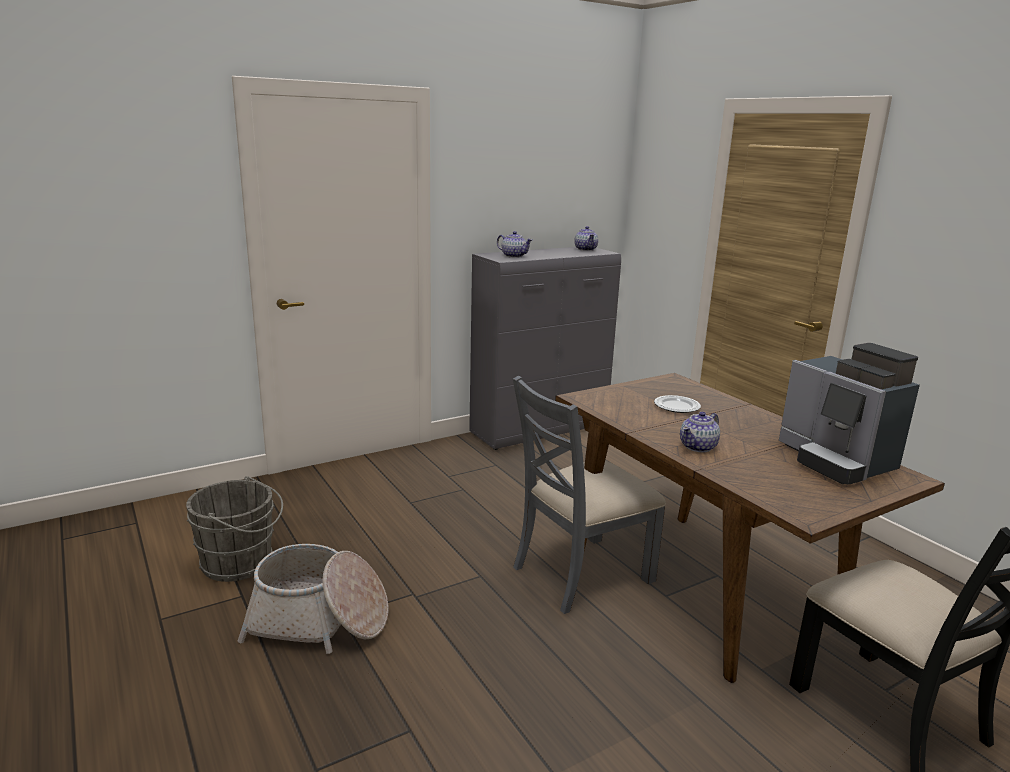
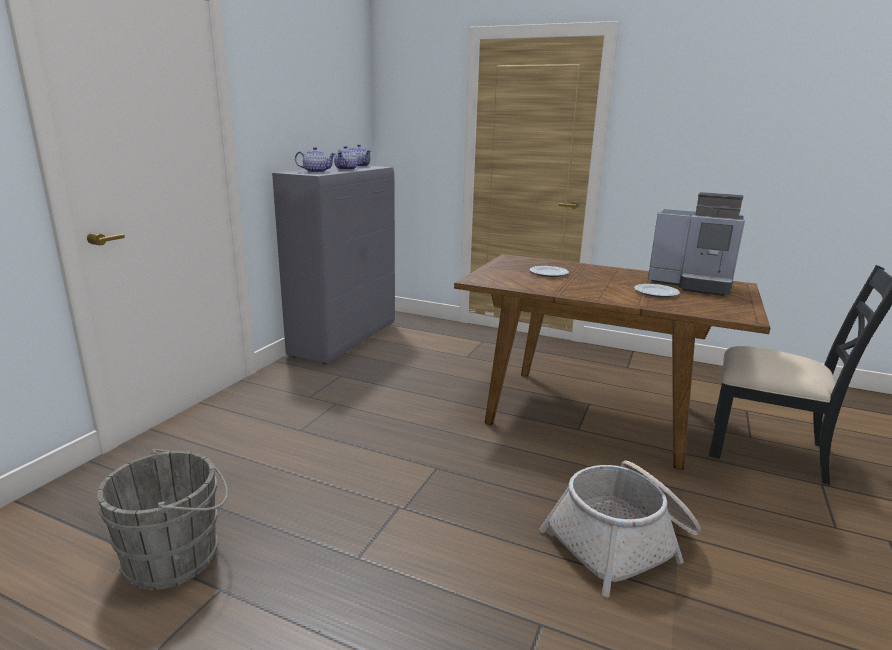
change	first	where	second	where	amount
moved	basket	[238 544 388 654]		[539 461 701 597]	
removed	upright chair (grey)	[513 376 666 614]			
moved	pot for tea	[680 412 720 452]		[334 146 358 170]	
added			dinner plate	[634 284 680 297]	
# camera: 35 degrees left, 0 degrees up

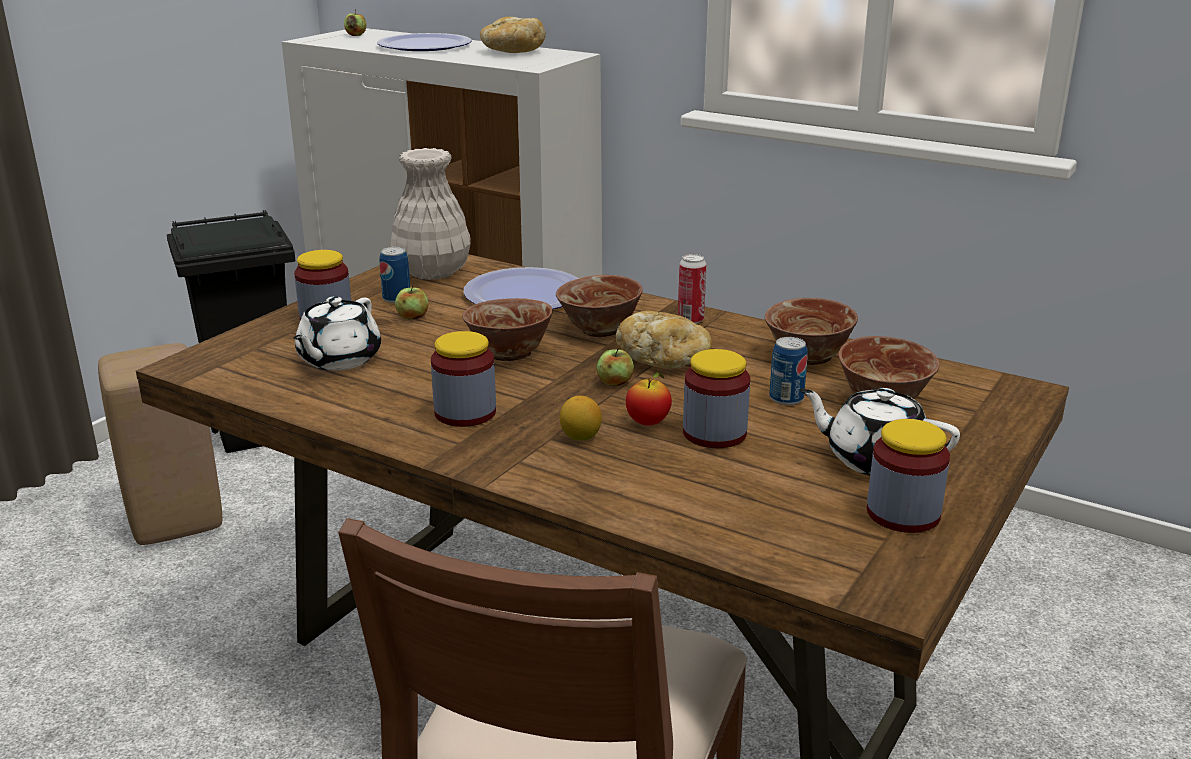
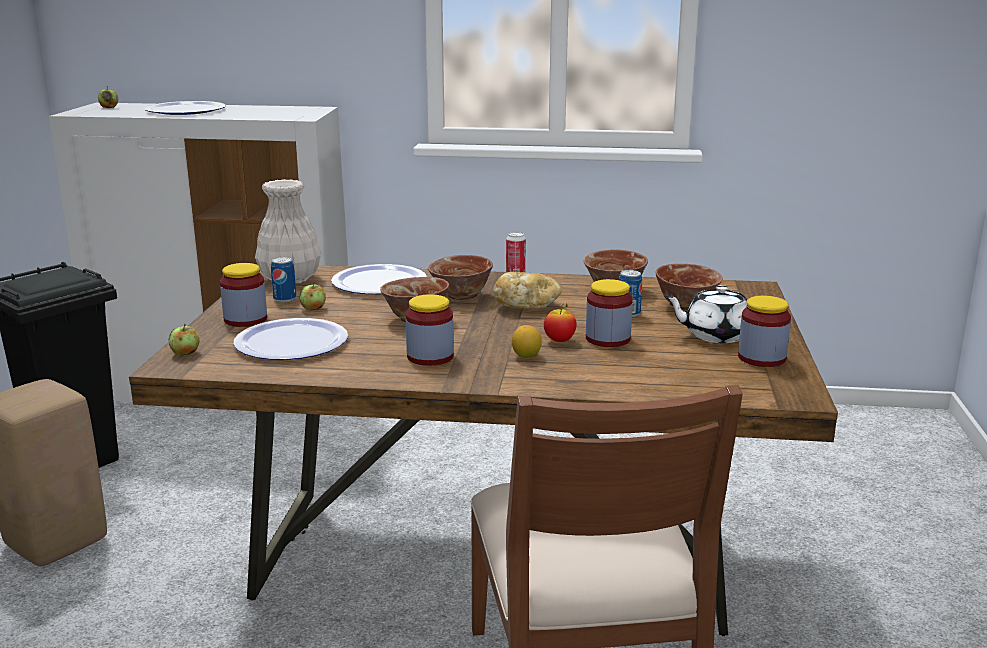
change	first	where	second	where	amount
replaced	pot for tea (white)	[293 296 381 371]	dinner plate	[234 318 348 360]	
removed	bread	[480 17 546 53]			
moved	whole apple	[596 347 634 386]		[169 324 199 355]	
# camera: 25 degrees left, 5 degrees down

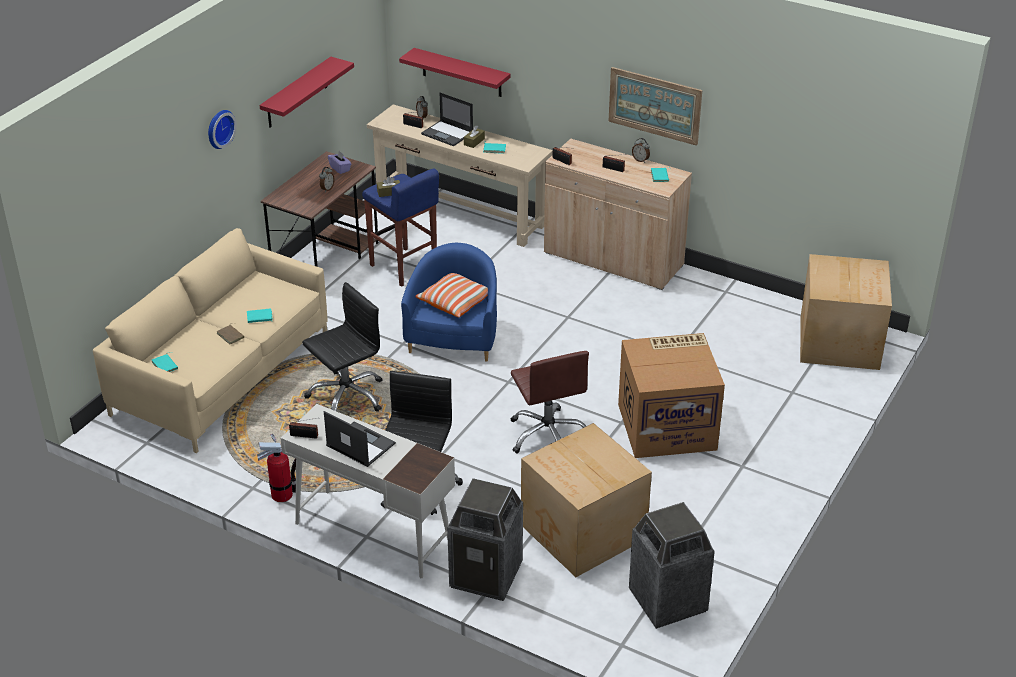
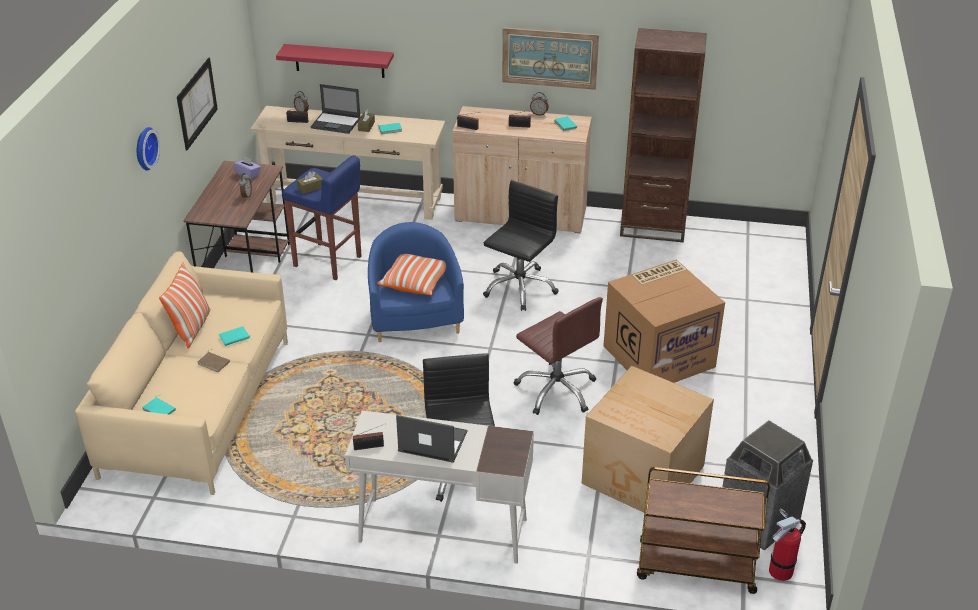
change	first	where	second	where	amount
moved	fire-fighting cylinder	[257 434 296 502]		[769 508 806 581]	
replaced	shelf (red-coloured)	[259 57 354 128]	wall art	[177 58 218 151]	
moved	computer chair (black)	[302 282 383 412]		[483 180 559 311]	
removed	rubbish bin	[447 478 523 601]			
removed	carton	[800 254 892 370]			
added			throw pillow	[159 263 211 348]	
added			shelving unit (brownish)	[620 28 707 242]	
added			trolley (brownish)	[637 467 770 594]	
# camera: 20 degrees left, 0 degrees up

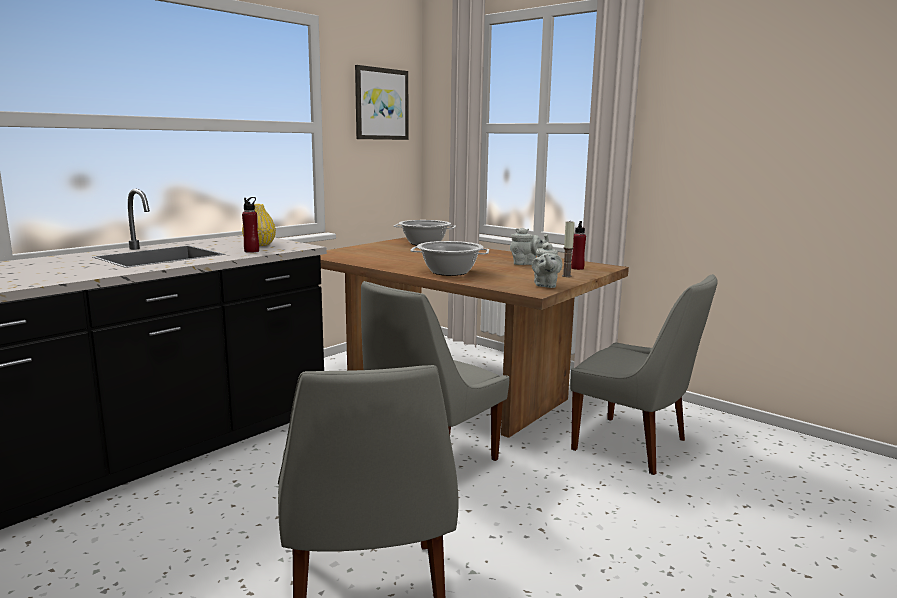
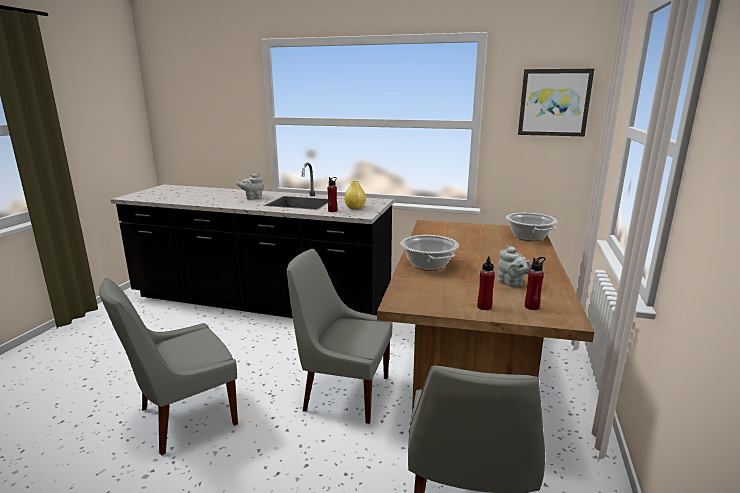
change	first	where	second	where	amount
moved	pot for tea (grey)	[532 242 562 288]		[237 173 264 200]	
replaced	candle	[562 221 575 277]	bottle (red-coloured)	[477 256 495 310]	
# camera: 65 degrees right, 5 degrees up

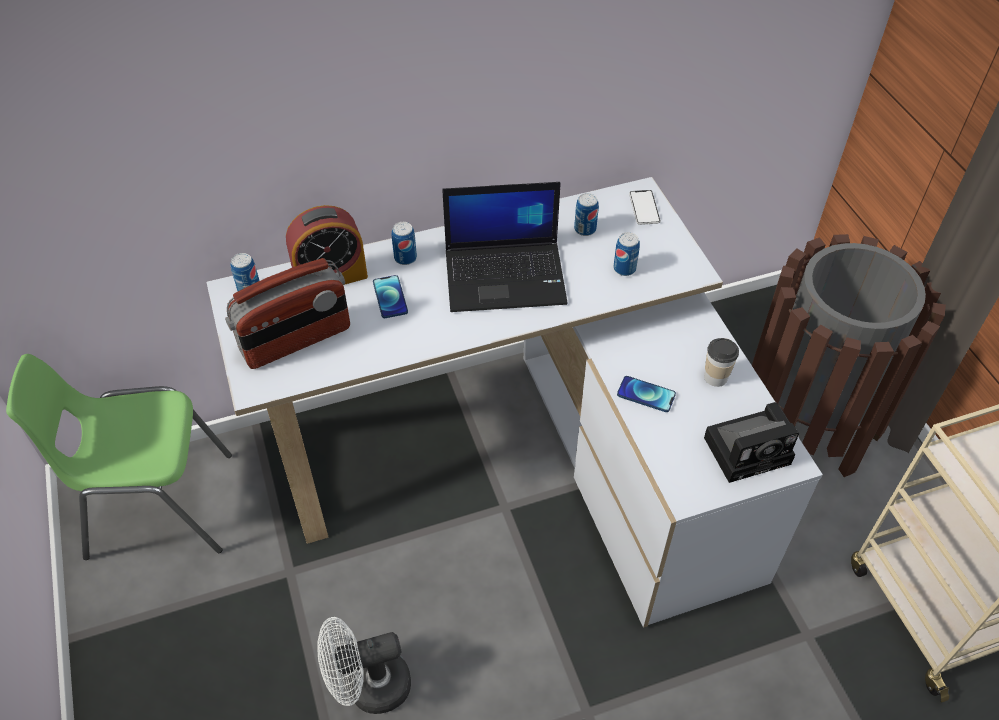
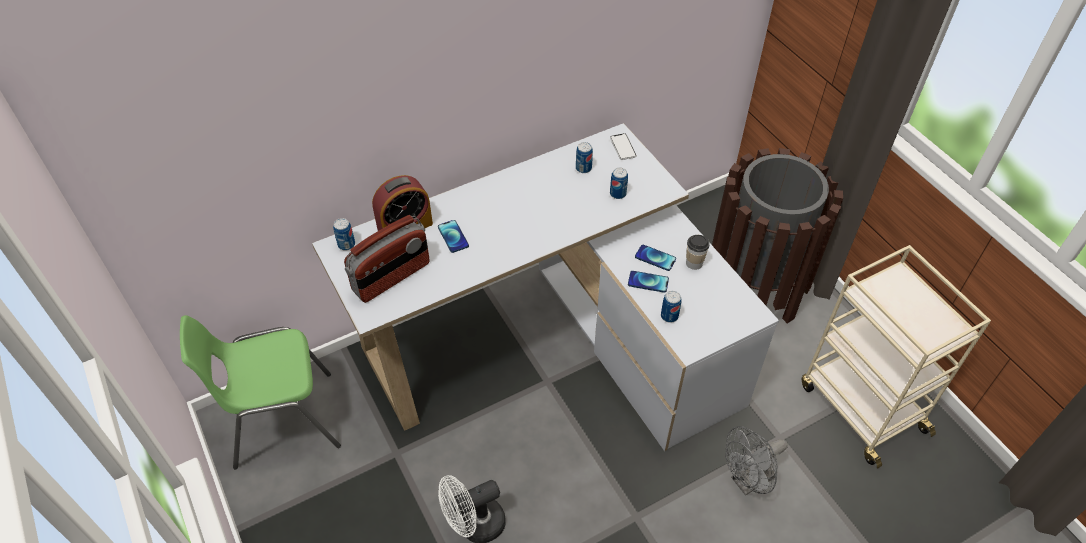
change	first	where	second	where	amount
moved	sealed can	[392 222 417 265]		[661 291 682 323]	
removed	portable computer	[442 182 568 312]			
removed	still camera	[704 402 799 483]			
added			telephone	[635 245 676 271]	
added			fan (grey)	[725 426 788 496]	
# camera: 10 degrees left, 0 degrees up

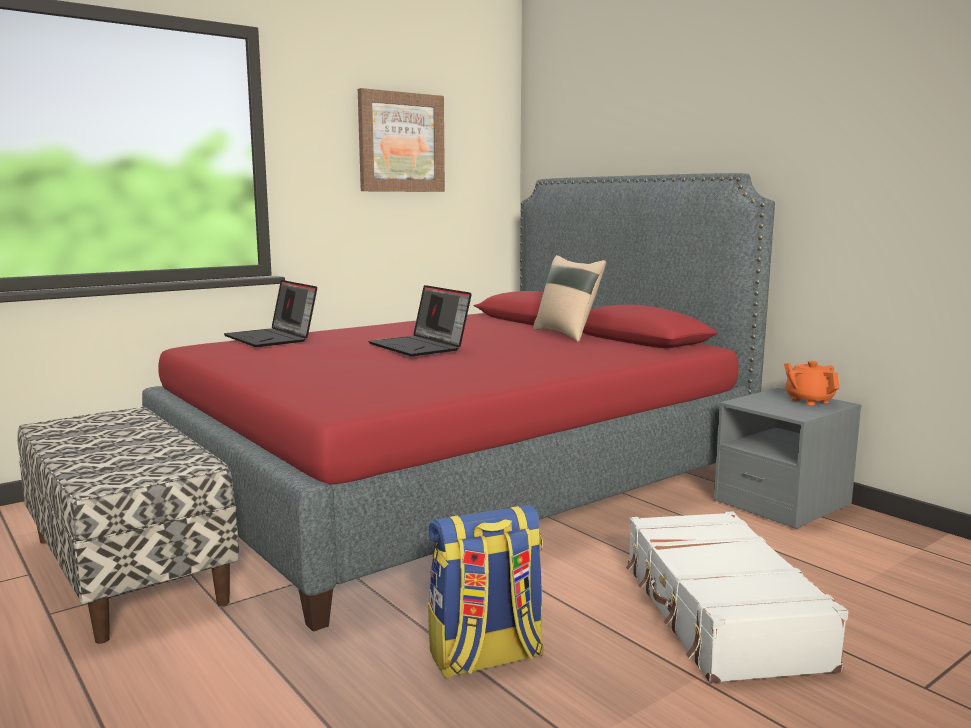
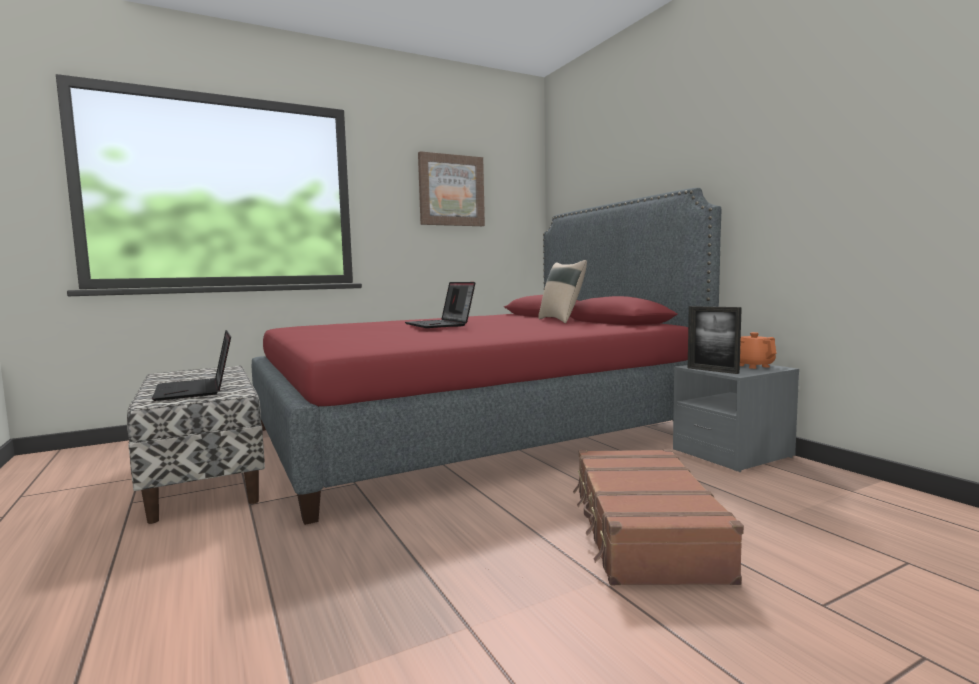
change	first	where	second	where	amount
moved	portable computer	[224 280 317 347]		[152 330 231 401]	
removed	backpack	[428 505 544 679]			
recoloured	travel case (white)	[626 511 848 683]	travel case (brownish)	[573 449 744 585]	
added			photo frame	[688 306 742 374]	
# camera: 10 degrees right, 5 degrees down

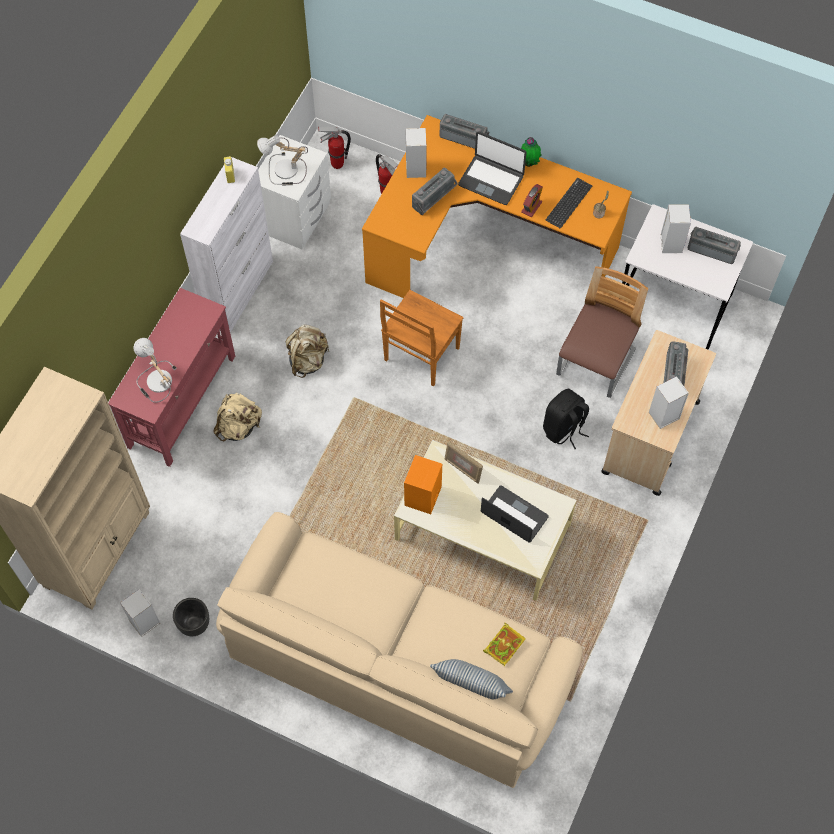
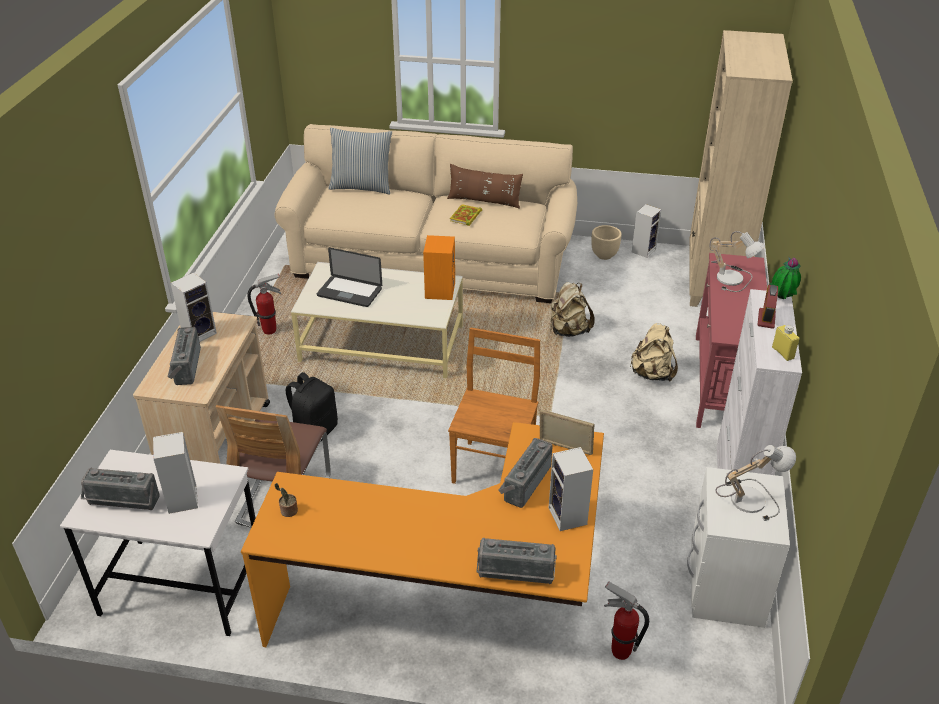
change	first	where	second	where	amount
recoloured	planter (black)	[173 598 209 636]	planter (sand-coloured)	[591 225 622 260]	
moved	backpack (sand-coloured)	[286 325 330 378]		[550 282 595 337]	
moved	fire-fighting cylinder	[318 127 351 169]		[247 273 281 334]	
moved	photo frame	[444 441 483 484]		[540 409 595 455]	
removed	portable computer	[458 131 527 205]			
moved	book	[483 623 526 666]		[450 204 482 226]	
moved	potted plant	[521 137 542 167]		[769 256 801 299]	
moved	alarm clock	[521 184 543 217]		[758 285 778 329]	
removed	computer keyboard	[546 178 592 229]			
added			throw pillow (brownish)	[447 164 523 209]	
# camera: 165 degrees right, 25 degrees down

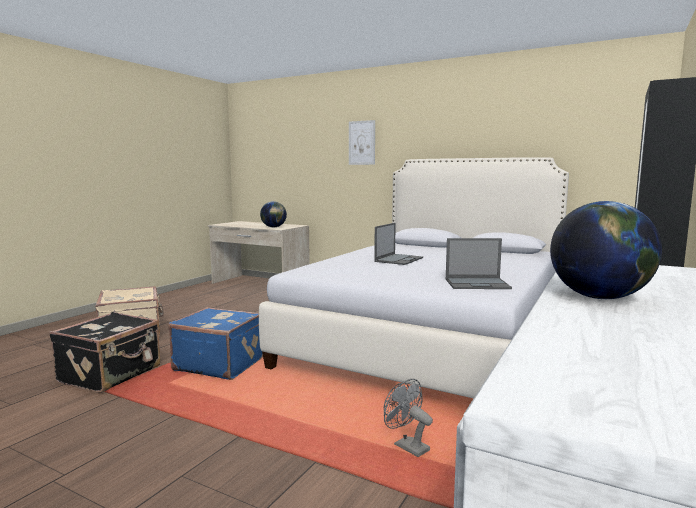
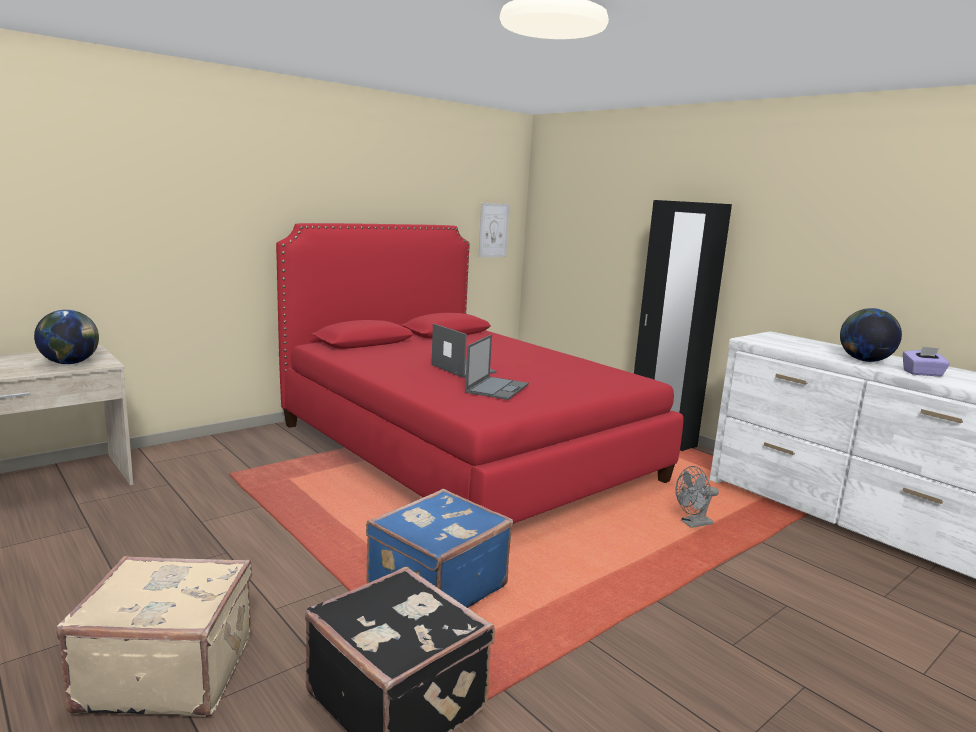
change	first	where	second	where	amount
recoloured	bed (white)	[259 157 569 398]	bed (red-coloured)	[276 223 683 524]	
moved	wall art	[349 120 375 165]		[478 203 509 258]	
moved	portable computer	[446 238 512 289]		[465 335 529 400]	
added			tissue box (purple)	[903 347 950 376]	
# camera: 70 degrees left, 5 degrees up

